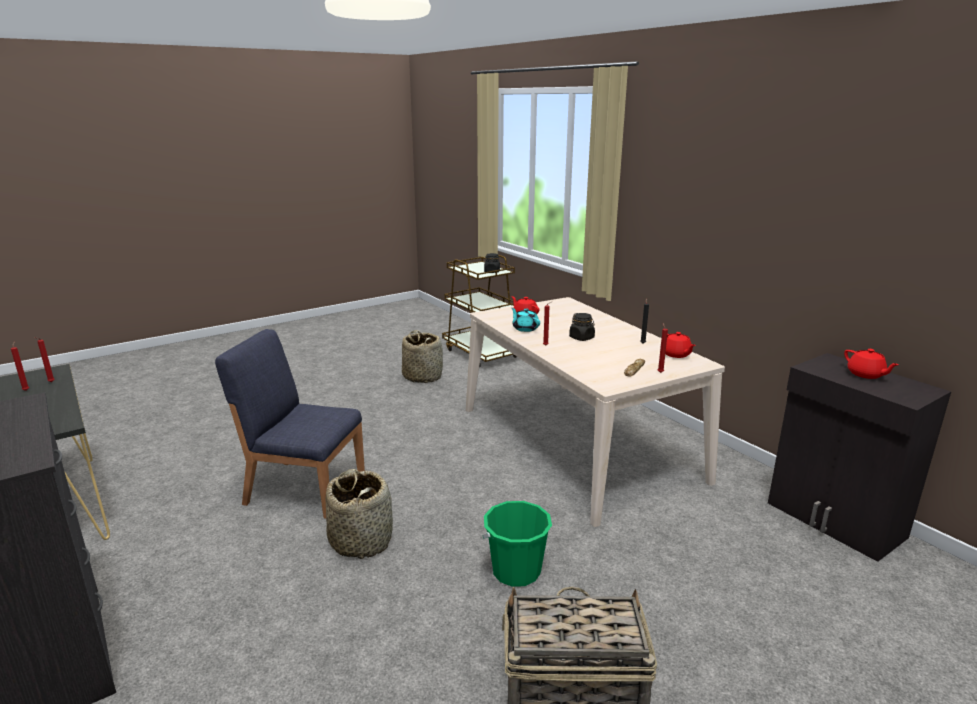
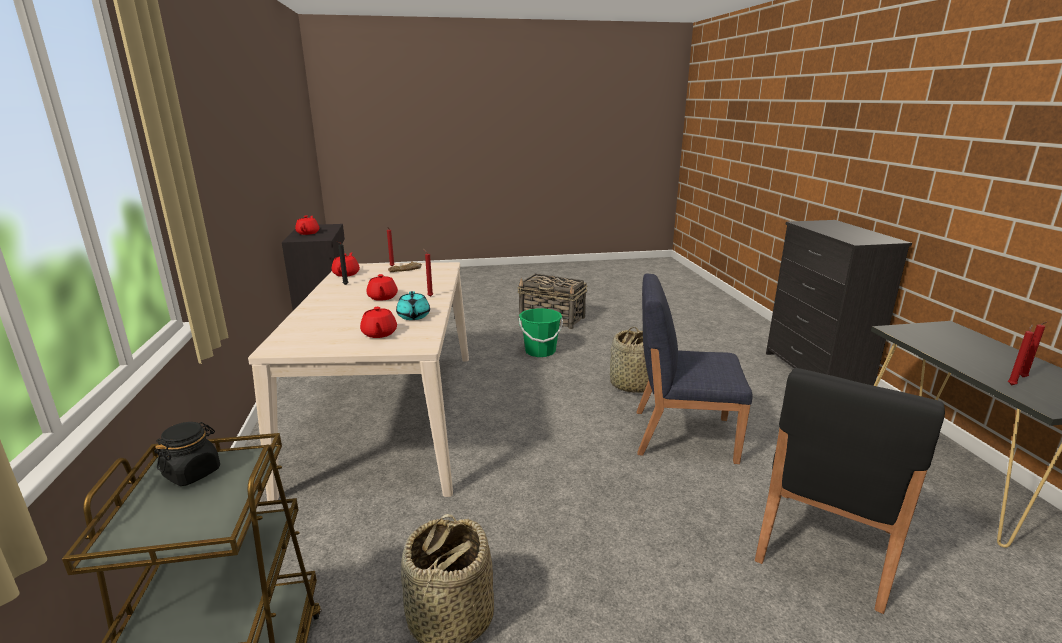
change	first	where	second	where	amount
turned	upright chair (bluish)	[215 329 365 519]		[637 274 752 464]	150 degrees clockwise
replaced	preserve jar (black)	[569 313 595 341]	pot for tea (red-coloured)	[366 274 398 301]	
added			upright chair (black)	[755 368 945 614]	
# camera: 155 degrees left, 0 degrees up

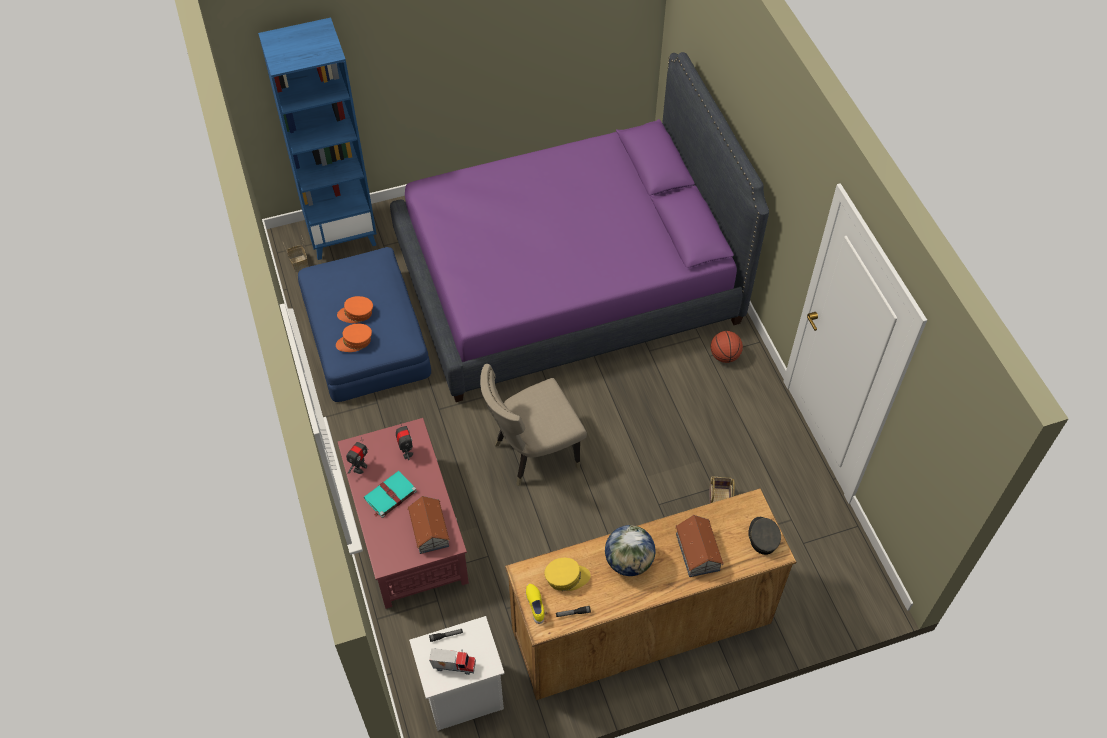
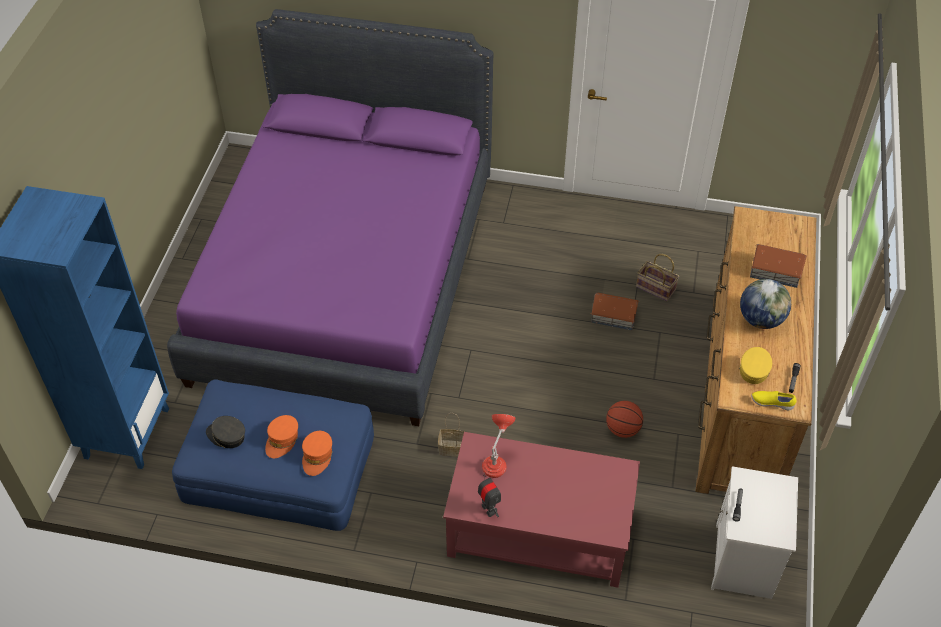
change	first	where	second	where	amount
moved	basket	[283 235 308 272]		[438 413 464 457]	
removed	book (turquoise)	[364 471 417 518]			
replaced	robot figure	[396 420 413 460]	lamp for a table (red-coloured)	[482 414 516 478]	
moved	model house	[408 496 450 554]		[591 293 639 330]	
removed	toy lorry	[429 648 476 675]			
removed	upright chair (sand-coloured)	[480 364 587 486]			
moved	basketball	[711 331 743 363]		[606 401 643 438]	
moved	cap (grey)	[748 517 781 555]		[206 416 245 448]	
# camera: 60 degrees left, 5 degrees down

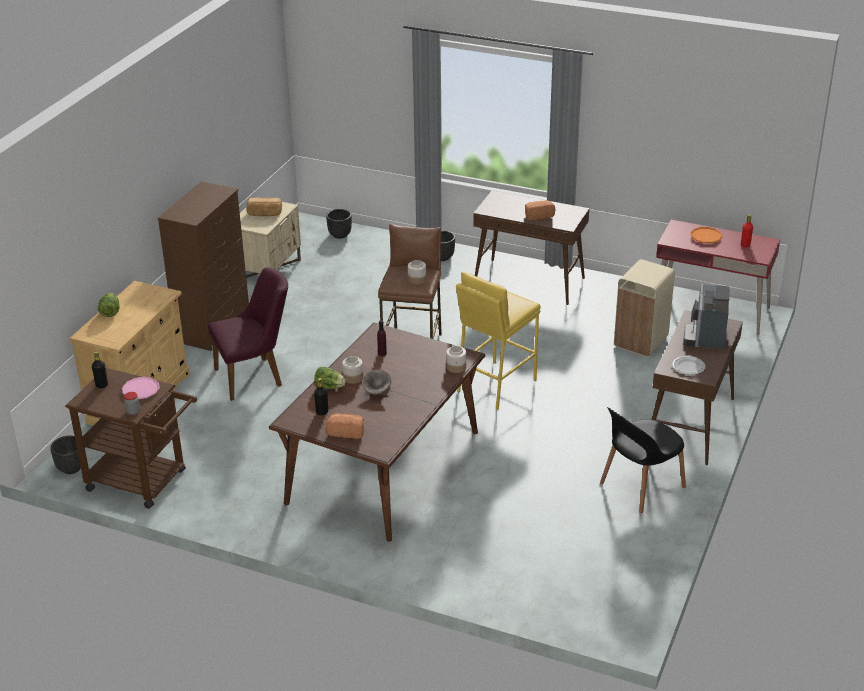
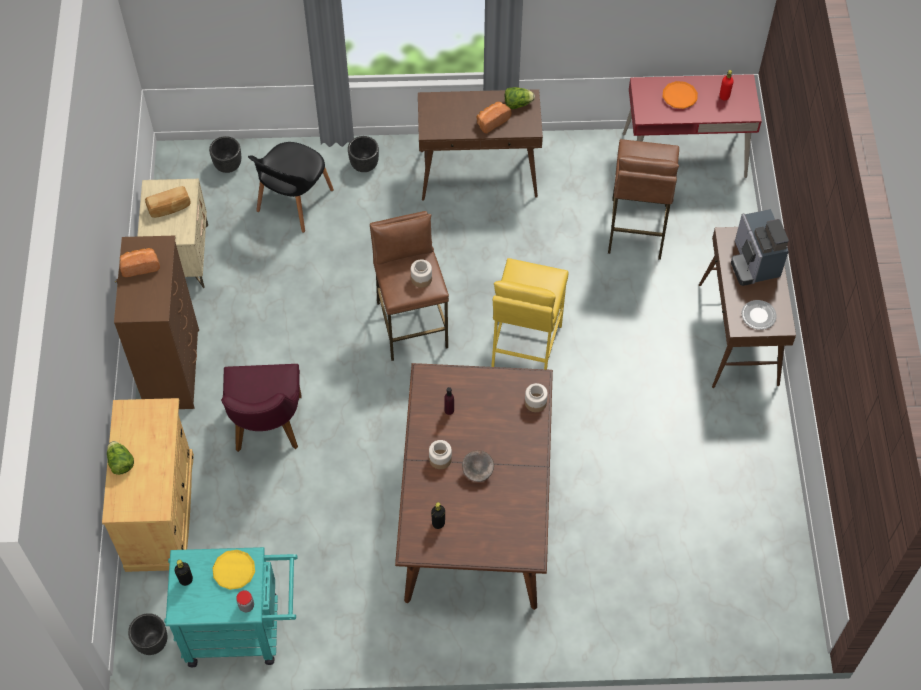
change	first	where	second	where	amount
recoloured	trolley (brownish)	[65 368 197 509]	trolley (turquoise)	[164 547 298 667]	
recoloured	dinner plate (pink-coloured)	[122 377 160 399]	dinner plate (yellowish)	[213 550 255 590]	
turned	upright chair (purple)	[208 267 288 401]		[221 364 301 452]	135 degrees clockwise
moved	lettuce	[314 367 346 389]		[505 87 535 109]	
moved	bread	[326 413 364 439]		[120 248 160 277]	
moved	upright chair (black)	[600 407 686 513]		[248 142 334 233]	
replaced	rubbish bin (sand-coloured)	[614 259 675 357]	stool seat (brownish)	[608 139 679 260]	
# camera: 25 degrees left, 25 degrees up

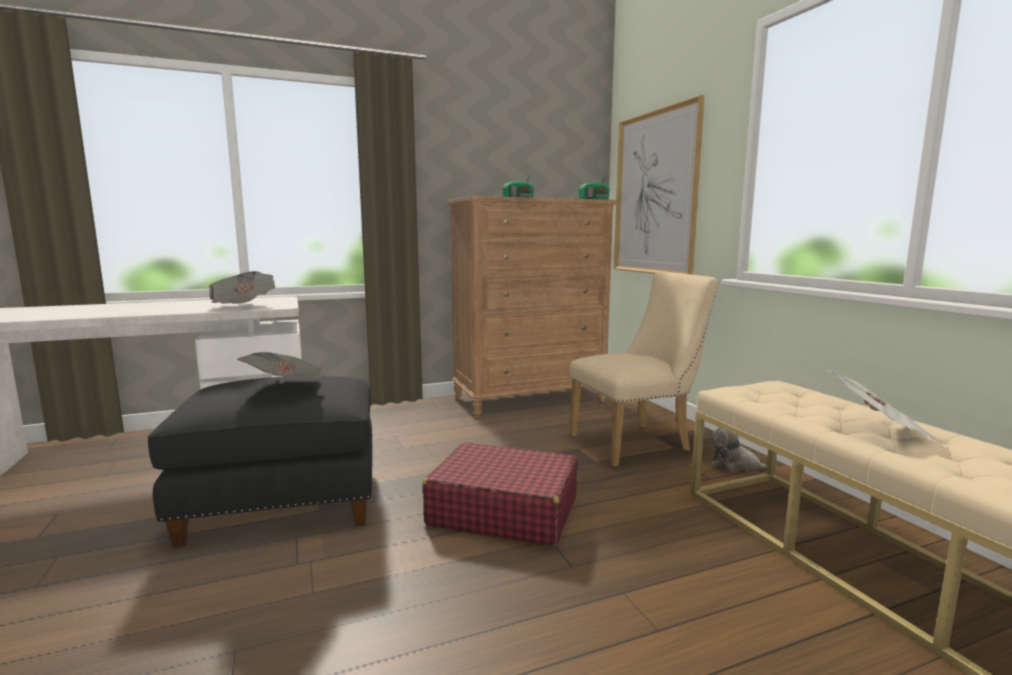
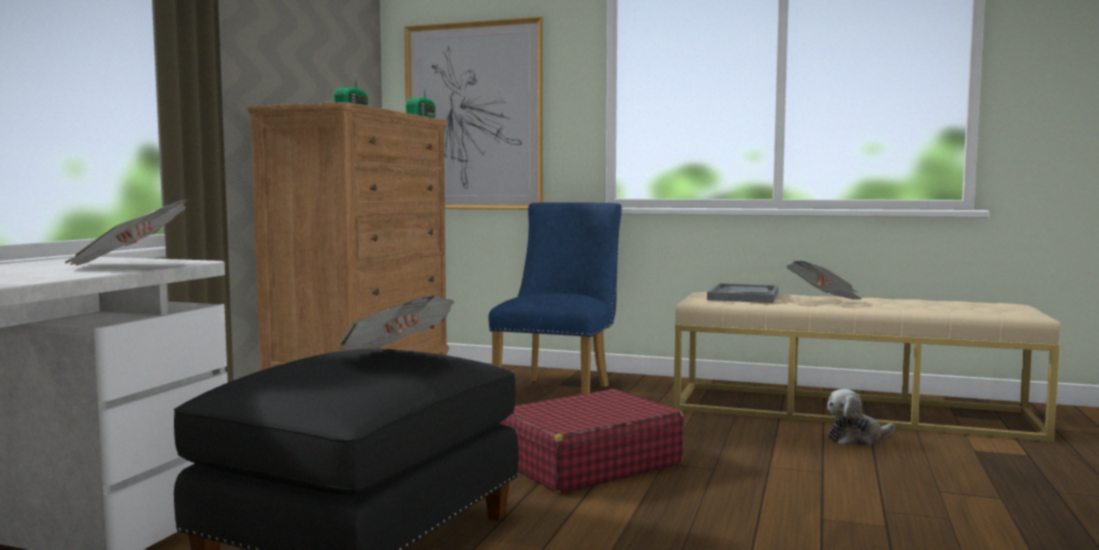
change	first	where	second	where	amount
recoloured	upright chair (sand-coloured)	[569 272 719 467]	upright chair (bluish)	[488 202 622 394]	
moved	plush toy	[711 427 777 473]		[827 389 895 446]	
added			carrying tray (grey)	[707 283 778 303]	
# camera: 50 degrees left, 5 degrees down

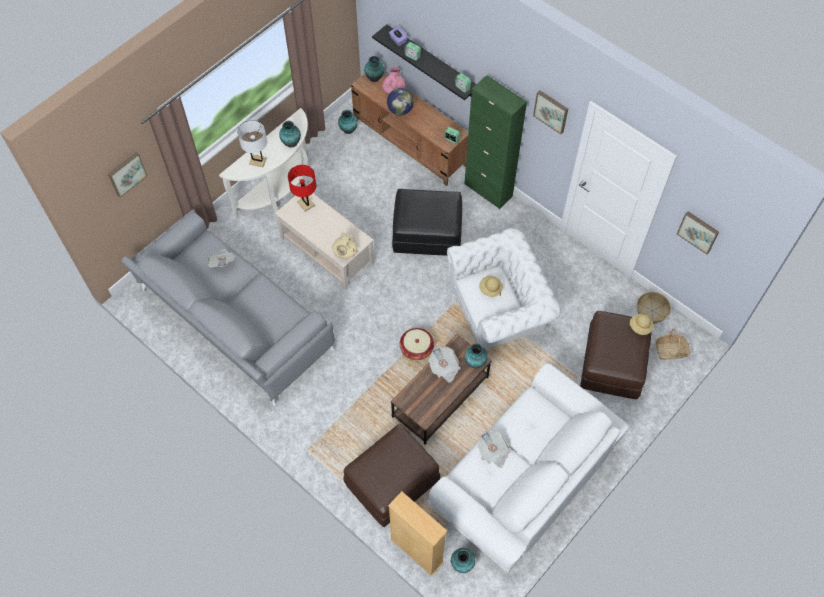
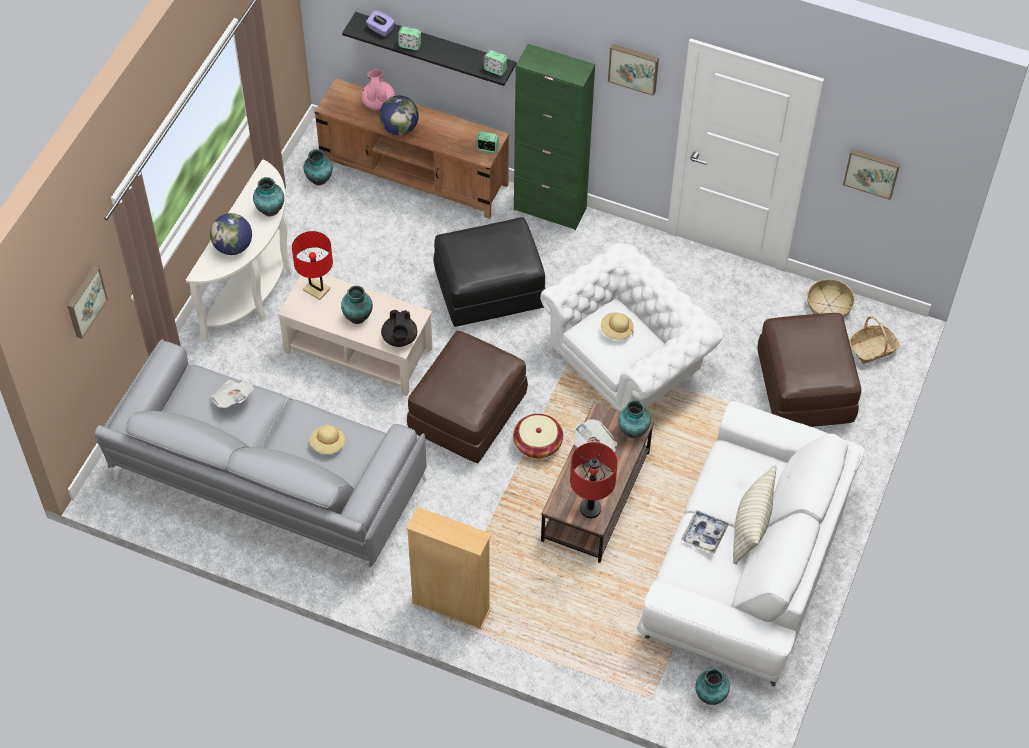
change	first	where	second	where	amount
replaced	lamp for a table (white)	[237 120 267 167]	desk globe	[210 213 252 255]	
recoloured	pot for tea (sand-coloured)	[332 233 357 259]	pot for tea (black)	[381 310 417 347]	
moved	footrest (brownish)	[343 424 441 527]		[407 331 528 463]	
moved	decorative vase	[364 56 384 82]		[341 286 373 324]	
moved	shelving unit (sand-coloured)	[388 491 447 576]		[406 507 491 629]	
replaced	newspaper	[478 430 511 468]	carrying tray	[681 510 729 554]	
moved	wearable hat (sand-coloured)	[630 314 654 335]		[310 425 345 454]	
added			lamp for a table (red-coloured)	[570 442 618 519]	
added			throw pillow	[733 465 777 565]	
# camera: 20 degrees left, 5 degrees down

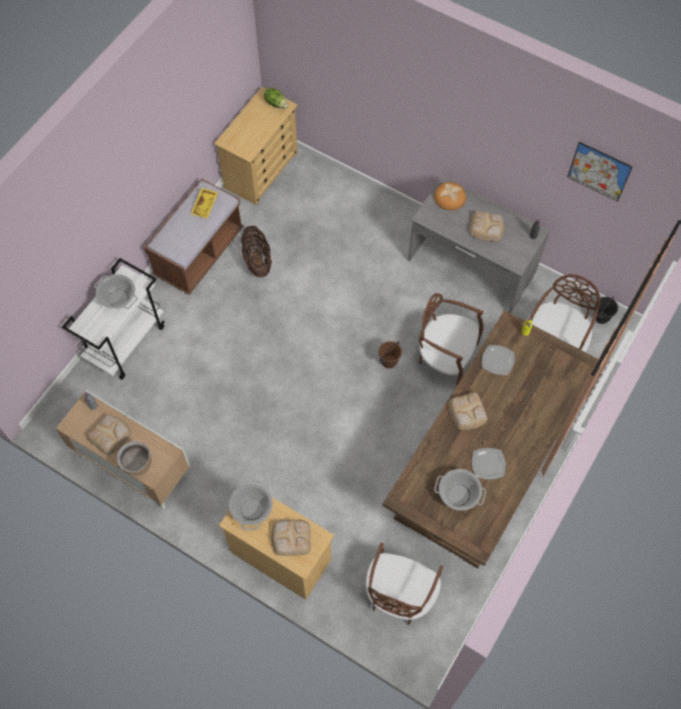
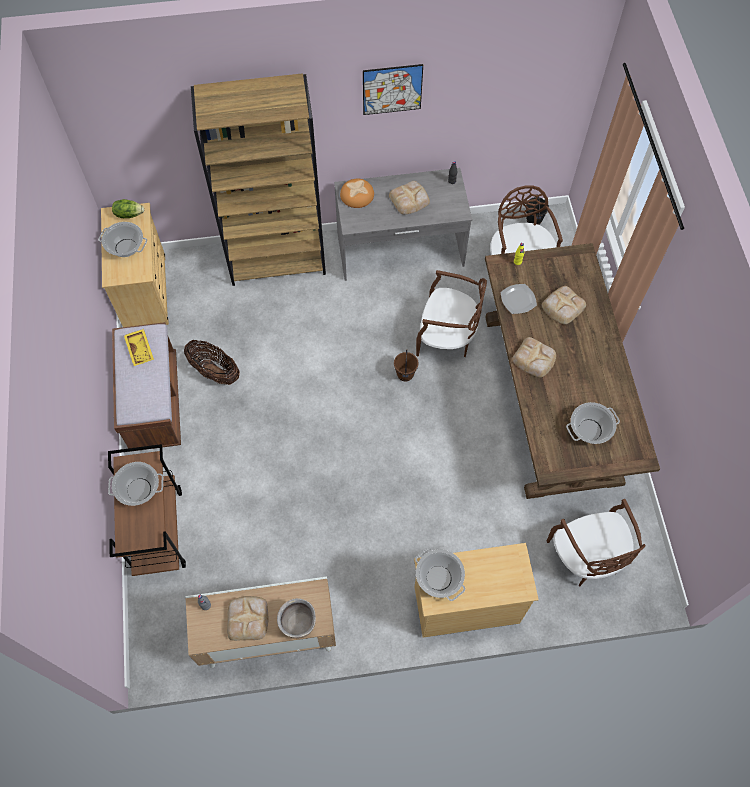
change	first	where	second	where	amount
recoloured	trolley (white)	[62 258 165 380]	trolley (brownish)	[108 444 186 576]	
moved	bread	[271 520 311 556]		[542 286 586 324]	
turned	upright chair (brownish)	[419 293 484 386]		[416 270 487 357]	150 degrees counterclockwise
removed	dinner plate	[472 448 506 480]			
moved	wall art	[567 142 633 202]		[363 64 423 115]	
added			cooking pot	[98 222 147 257]	
added			shelving unit (brownish)	[191 73 326 286]	
# camera: 40 degrees left, 0 degrees up

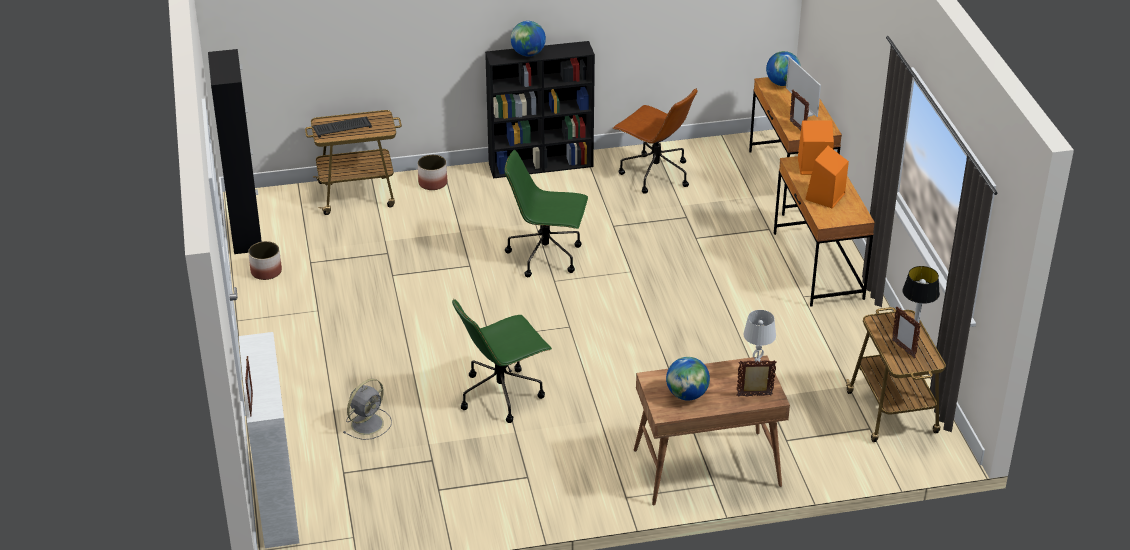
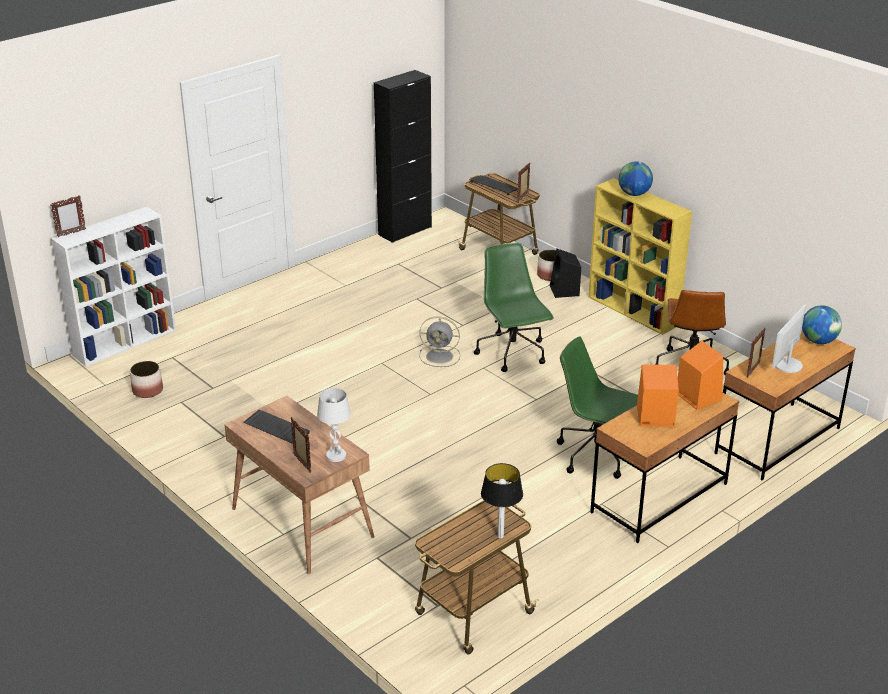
change	first	where	second	where	amount
moved	planter	[248 241 282 280]		[129 361 163 398]	
moved	fan (grey)	[343 379 392 440]		[419 316 460 367]	
moved	computer chair (greenish)	[452 299 552 423]		[557 336 638 479]	
recoloured	shelving unit (black)	[485 41 595 178]	shelving unit (yellowish)	[588 178 692 335]	
replaced	desk globe	[666 357 710 401]	computer keyboard	[243 409 310 444]	
moved	photo frame	[892 307 921 358]		[517 163 530 202]	
added			loudspeaker (black)	[550 249 581 298]	
# camera: 60 degrees right, 5 degrees down

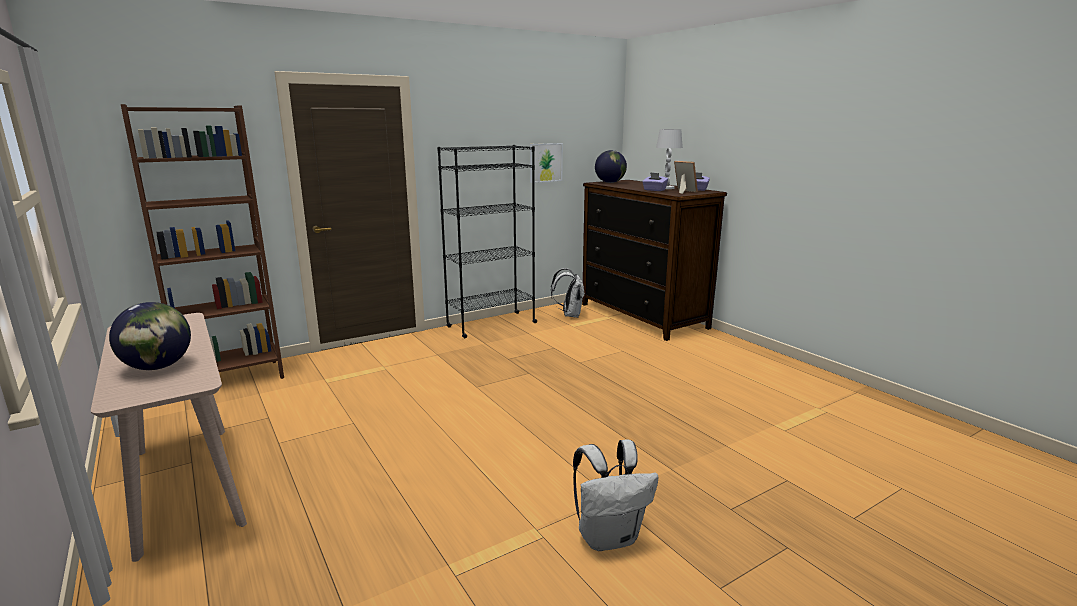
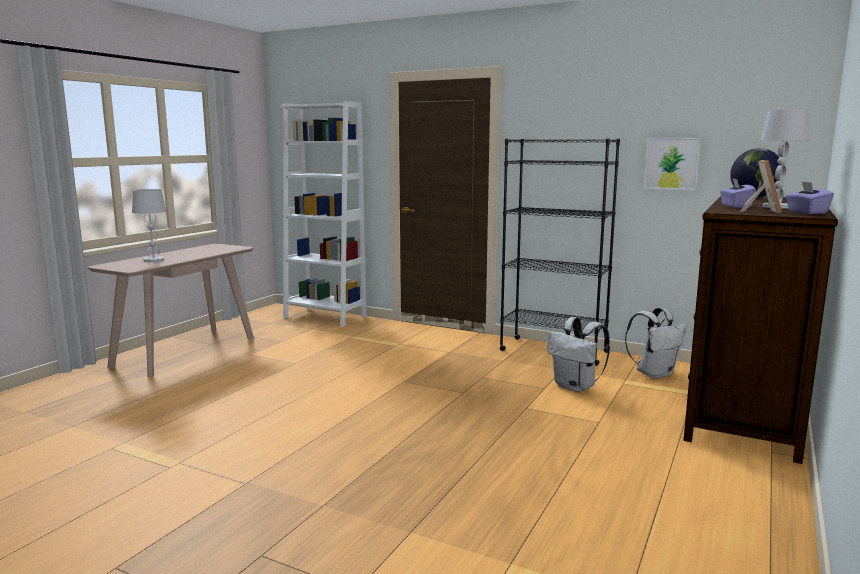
change	first	where	second	where	amount
replaced	desk globe	[109 302 191 370]	lamp for a table (white)	[132 189 166 262]	
recoloured	shelving unit (brownish)	[121 104 284 379]	shelving unit (white)	[280 101 366 327]	
moved	backpack (white)	[573 439 659 551]		[547 317 610 392]	
# camera: 60 degrees right, 5 degrees down

